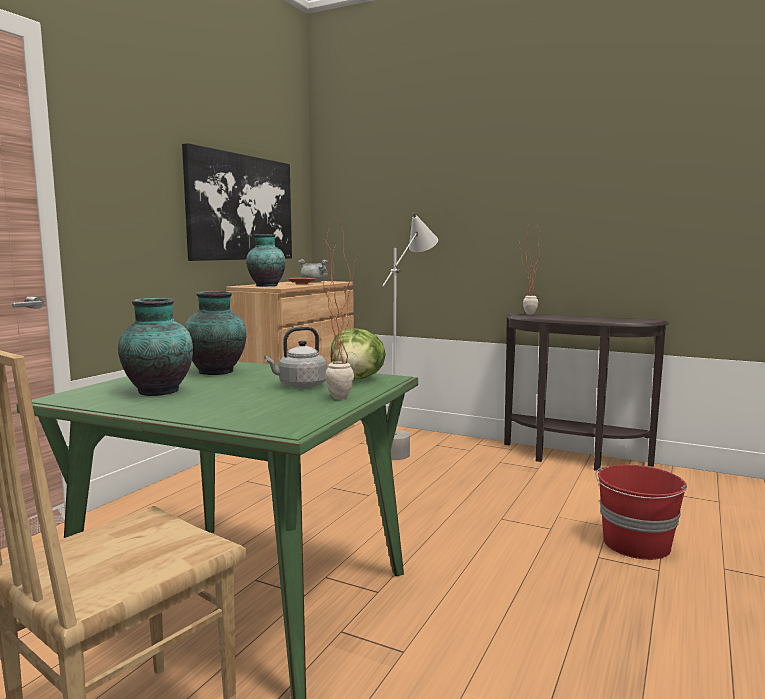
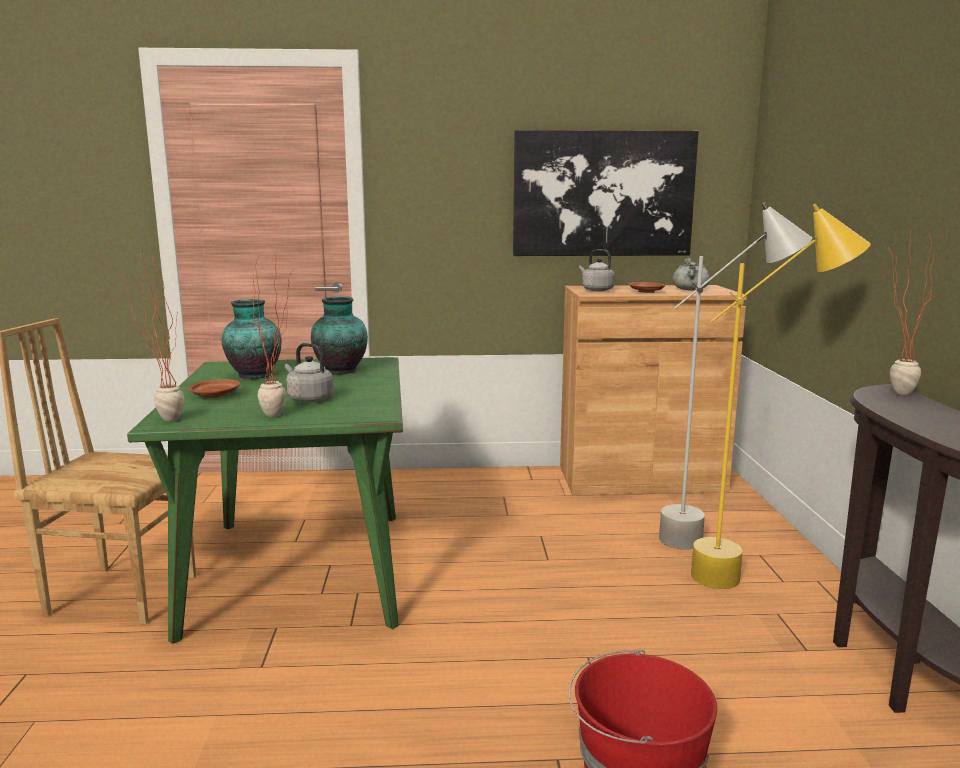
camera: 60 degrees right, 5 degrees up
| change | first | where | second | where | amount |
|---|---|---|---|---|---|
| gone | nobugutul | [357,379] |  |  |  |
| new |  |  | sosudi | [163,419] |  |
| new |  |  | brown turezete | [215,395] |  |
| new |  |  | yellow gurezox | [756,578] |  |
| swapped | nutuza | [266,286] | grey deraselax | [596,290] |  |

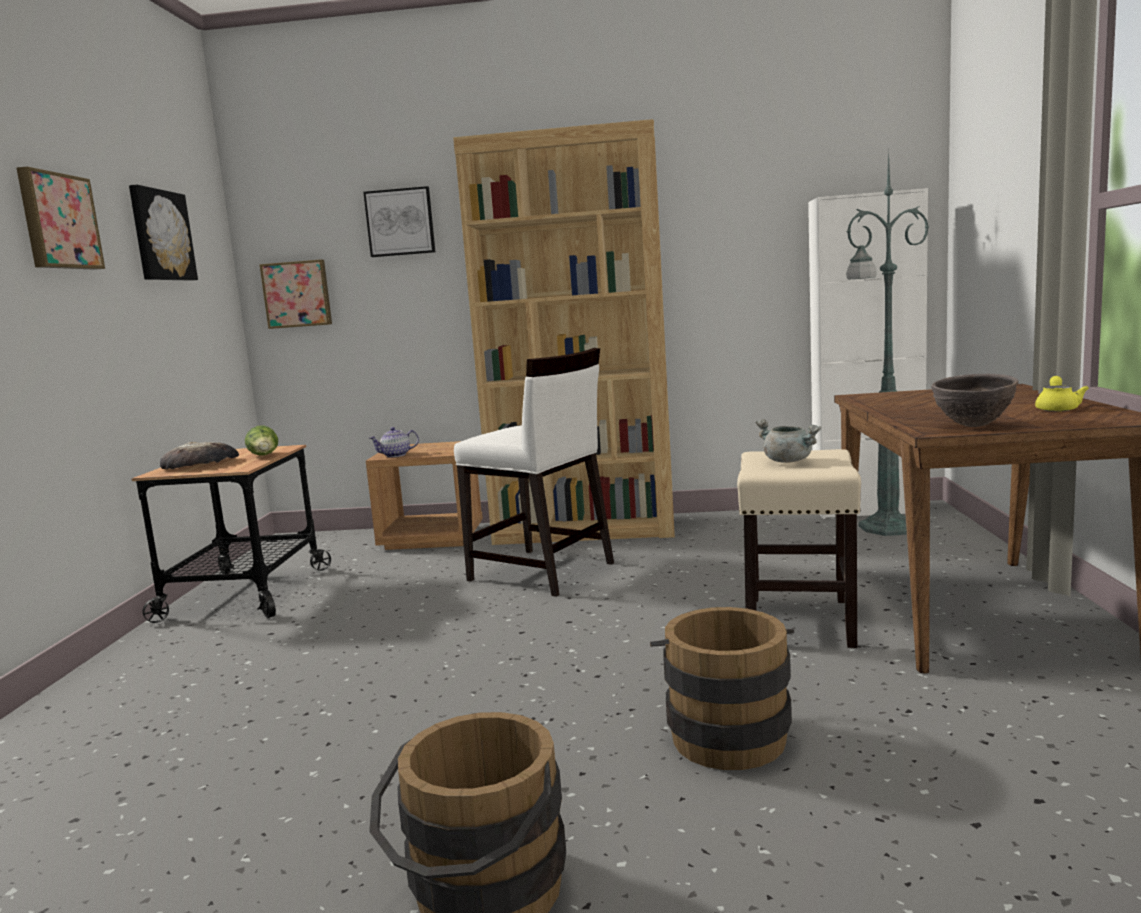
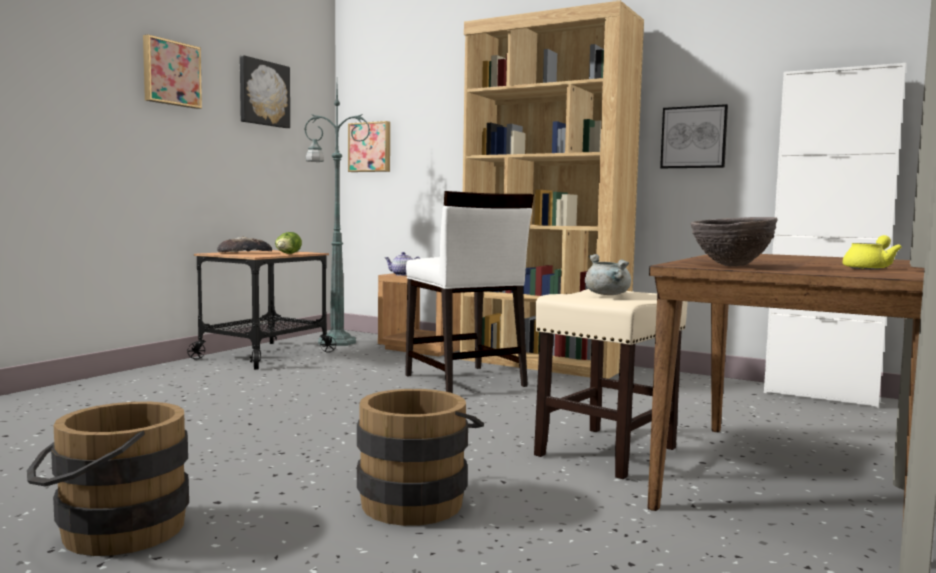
camera: 25 degrees right, 5 degrees down
| change | first | where | second | where | amount |
|---|---|---|---|---|---|
| shifted | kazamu | [400,222] |  | [694,137] |  |
| shifted | green gurezox | [885,528] |  | [334,342] |  |

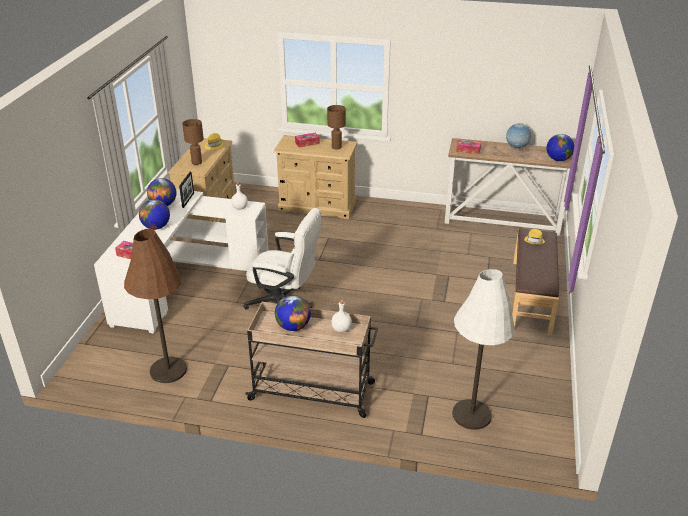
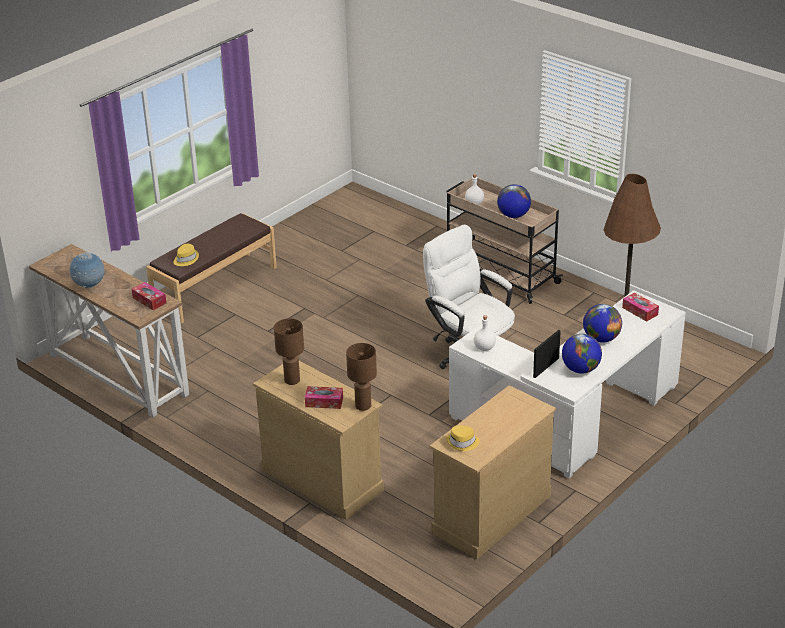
camera: 150 degrees left, 0 degrees up
| change | first | where | second | where | amount |
|---|---|---|---|---|---|
| gone | white gurezox | [471,414] |  |  |  |
| gone | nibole | [558,159] |  |  |  |
| shifted | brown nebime | [196,162] |  | [363,406] |  |

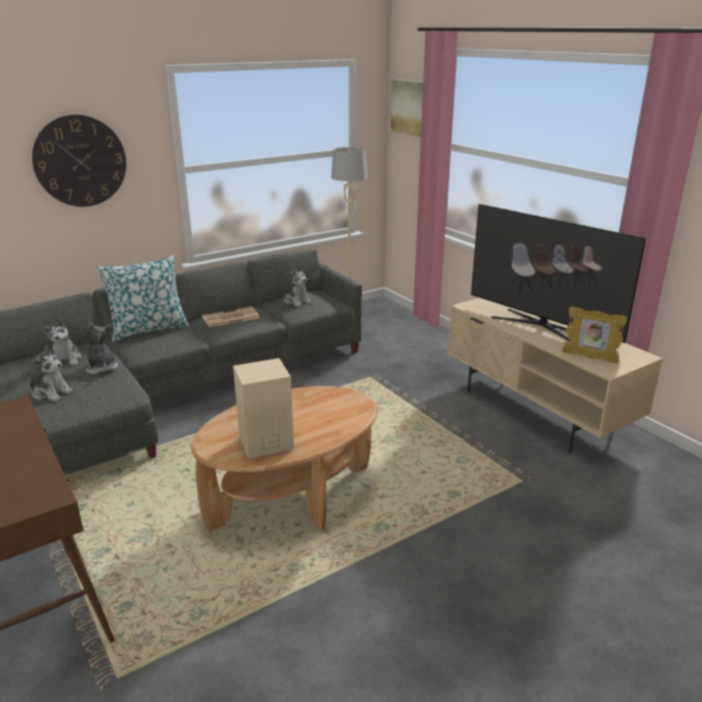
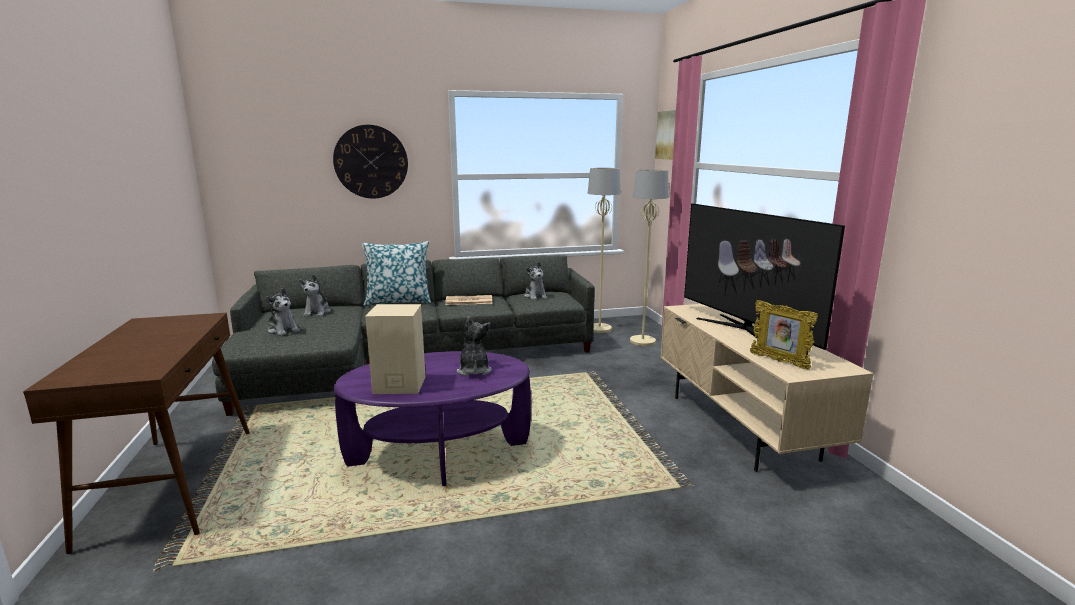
camera: 20 degrees right, 10 degrees down
| change | first | where | second | where | amount |
|---|---|---|---|---|---|
| new |  |  | beige gurezox | [642,341] |  |
| shifted | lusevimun | [101,368] |  | [474,370] |  |
| repainted | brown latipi | [292,498] | purple latipi | [439,455] |  |

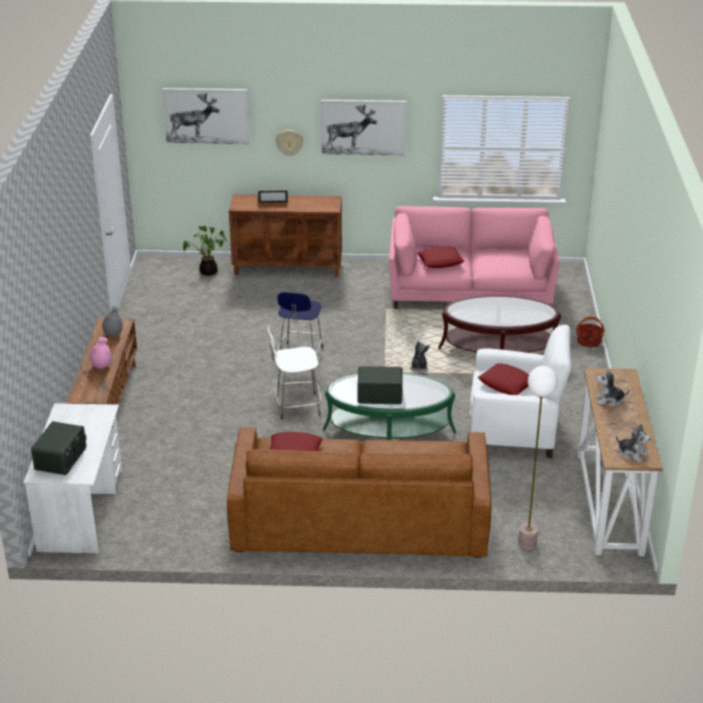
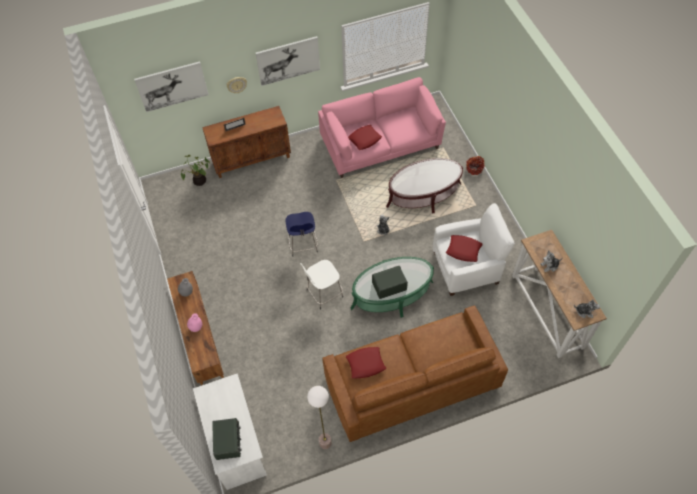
camera: 20 degrees left, 25 degrees up
| change | first | where | second | where | amount |
|---|---|---|---|---|---|
| shifted | gurezox | [527,544] |  | [325,443] |  |

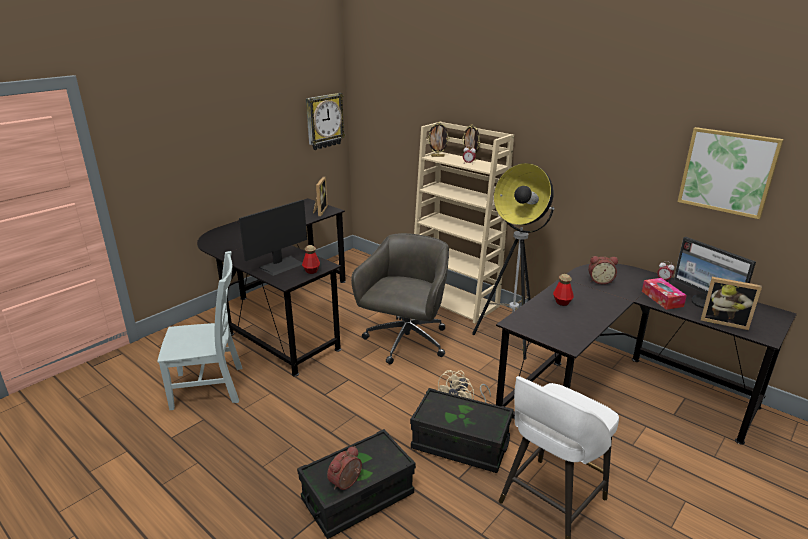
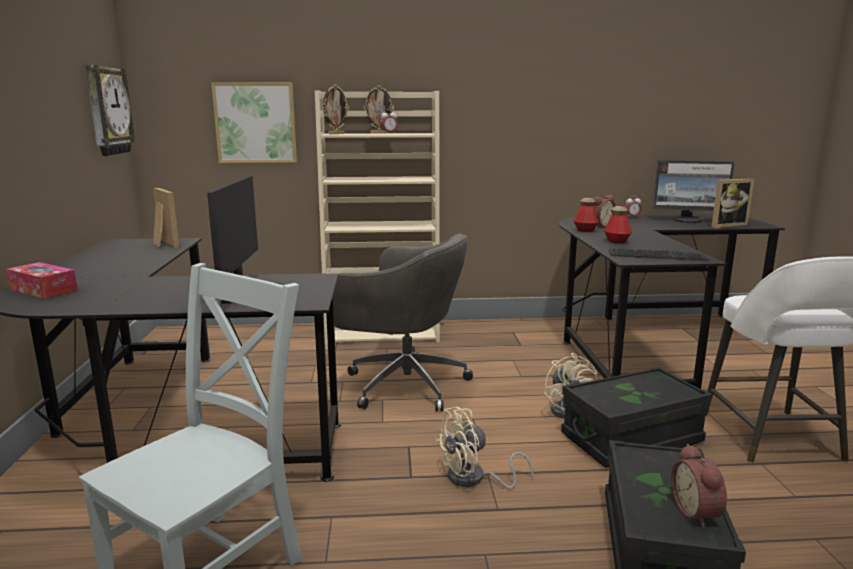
camera: 45 degrees left, 10 degrees down
| change | first | where | second | where | amount |
|---|---|---|---|---|---|
| gone | gurezox | [511,338] |  |  |  |
| new |  |  | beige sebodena | [474,479] |  |
| new |  |  | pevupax | [657,254] |  |
| shifted | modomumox | [311,271] |  | [585,230] |  |
| shifted | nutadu | [662,299] |  | [43,289] |  |
| shifted | kazamu | [727,172] |  | [255,123] |  |
| rotated | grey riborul | [405,342] |  | [403,384] | 135 degrees clockwise |

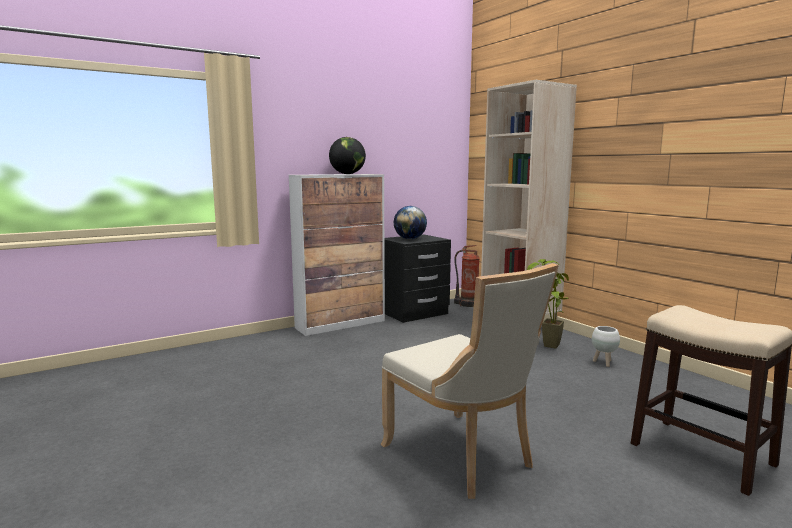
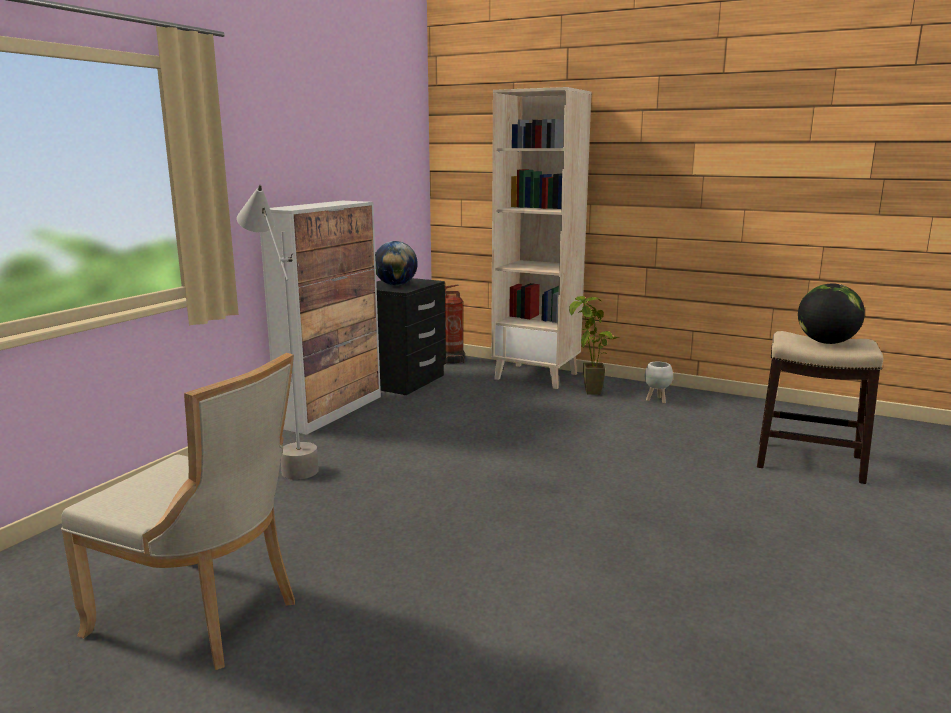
camera: 30 degrees left, 5 degrees up
| change | first | where | second | where | amount |
|---|---|---|---|---|---|
| new |  |  | grey gurezox | [287,461] |  |
| shifted | nibole | [347,174] |  | [826,342] |  |
| shifted | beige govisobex | [463,456] |  | [203,616] |  |

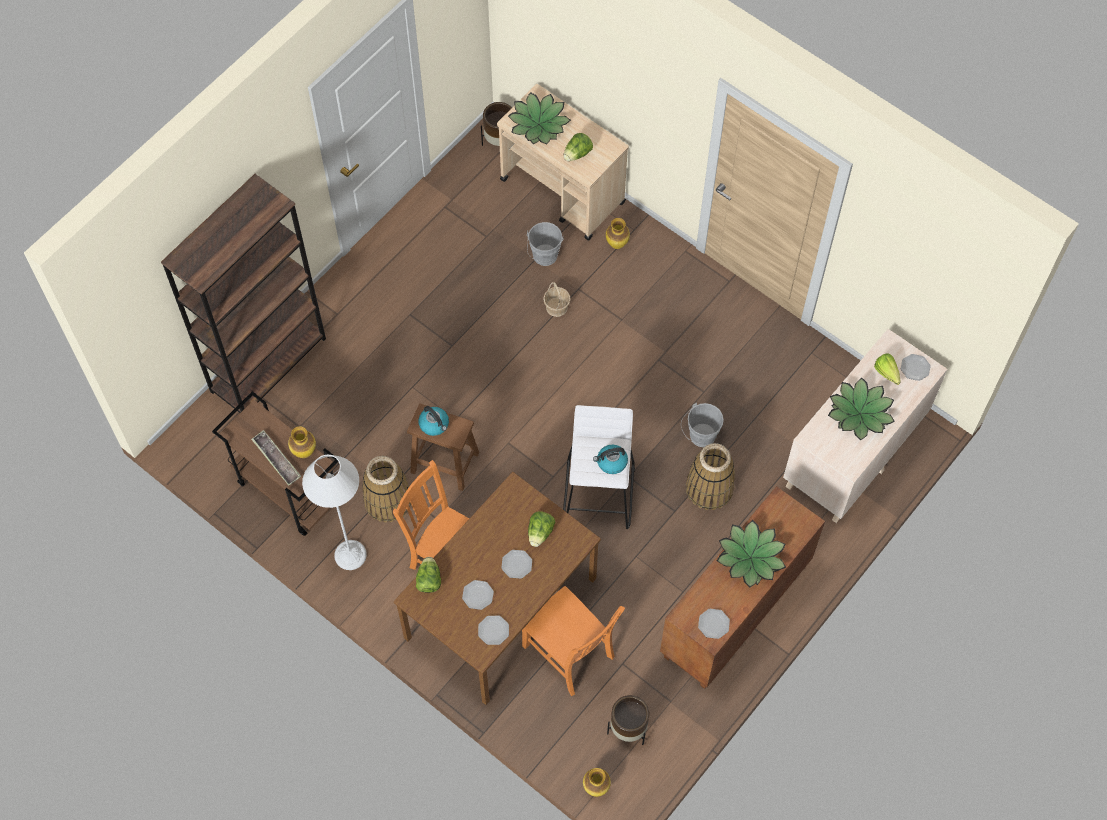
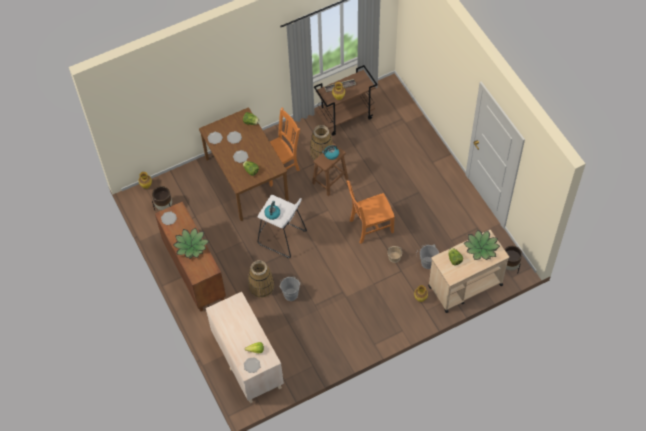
camera: 115 degrees right, 5 degrees down
| change | first | where | second | where | amount |
|---|---|---|---|---|---|
| gone | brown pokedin | [268,365] |  |  |  |
| gone | grey gurezox | [350,555] |  |  |  |
| gone | sosudi | [860,414] |  |  |  |
| shifted | orange govisobex | [570,654] |  | [369,226] |  |

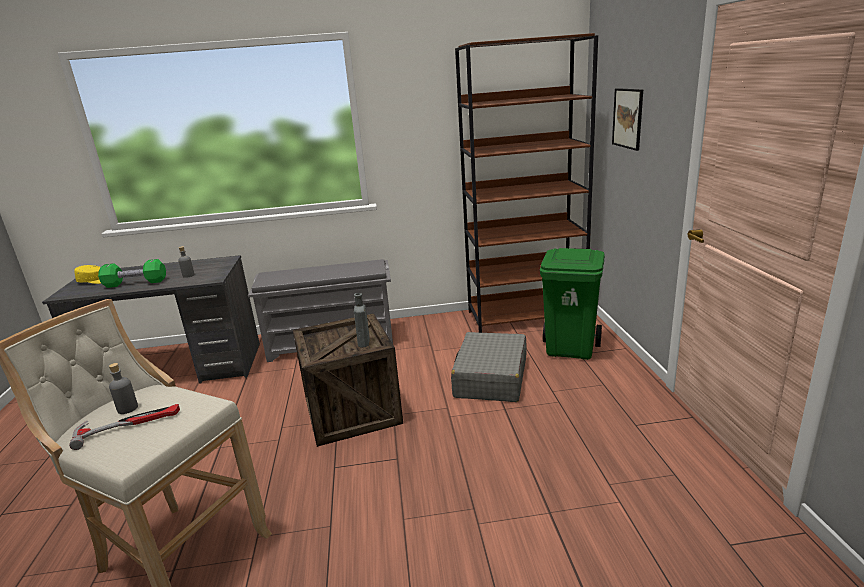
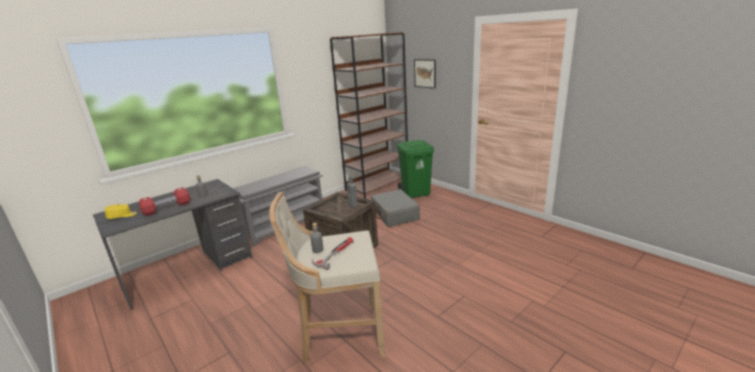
camera: 35 degrees left, 0 degrees up
| change | first | where | second | where | amount |
|---|---|---|---|---|---|
| repainted | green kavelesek | [135,283] | red kavelesek | [167,208] |  |

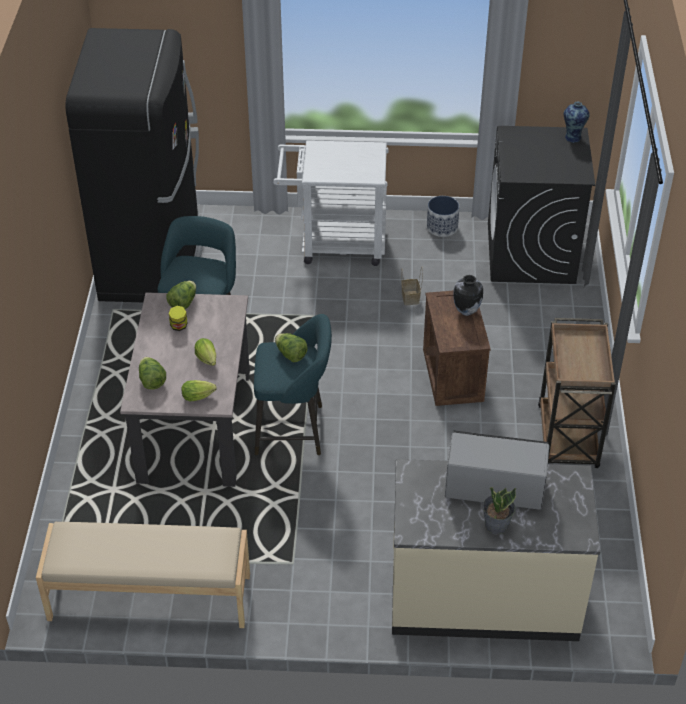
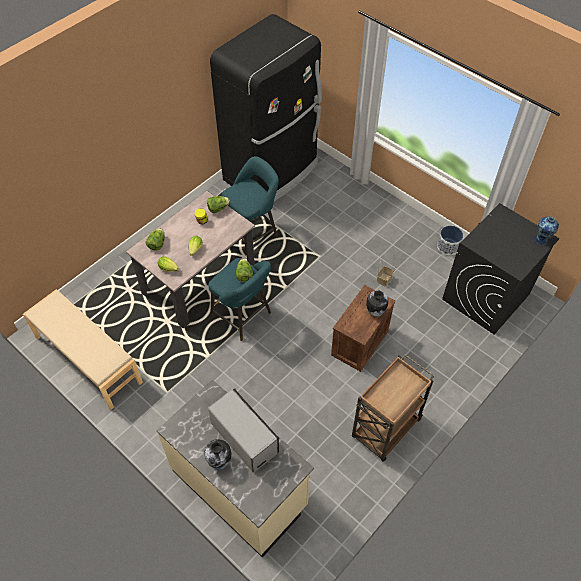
camera: 40 degrees right, 10 degrees up
| change | first | where | second | where | amount |
|---|---|---|---|---|---|
| gone | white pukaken | [334,244] |  |  |  |
| swapped | sosudi | [496,525] | nutuza | [220,462] |  |

